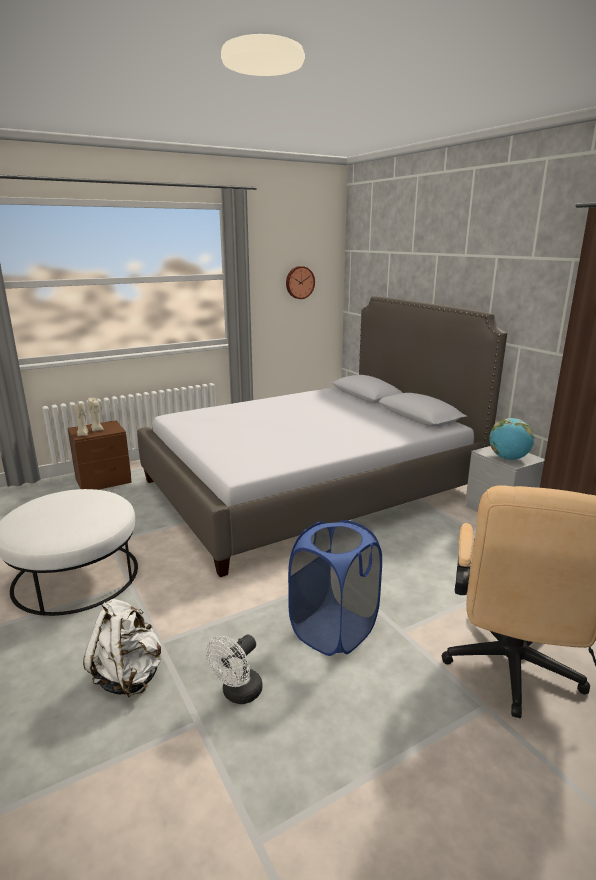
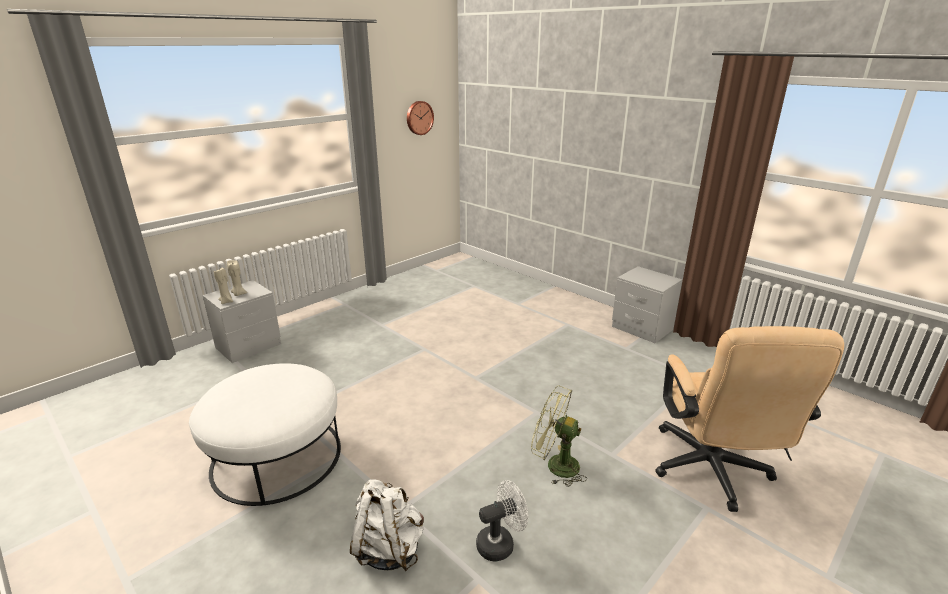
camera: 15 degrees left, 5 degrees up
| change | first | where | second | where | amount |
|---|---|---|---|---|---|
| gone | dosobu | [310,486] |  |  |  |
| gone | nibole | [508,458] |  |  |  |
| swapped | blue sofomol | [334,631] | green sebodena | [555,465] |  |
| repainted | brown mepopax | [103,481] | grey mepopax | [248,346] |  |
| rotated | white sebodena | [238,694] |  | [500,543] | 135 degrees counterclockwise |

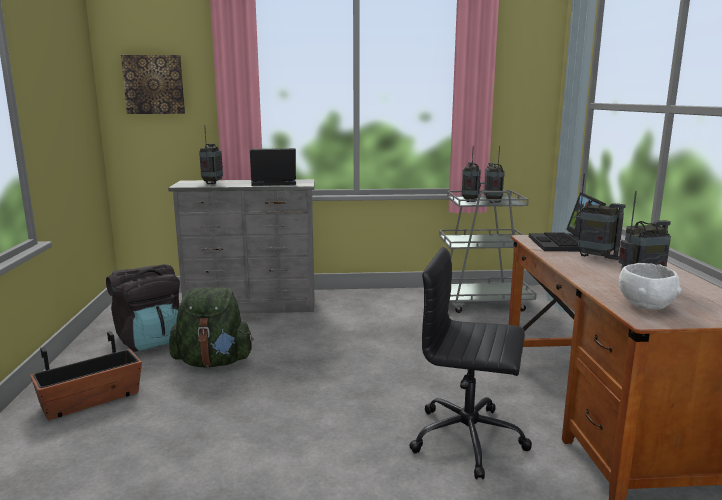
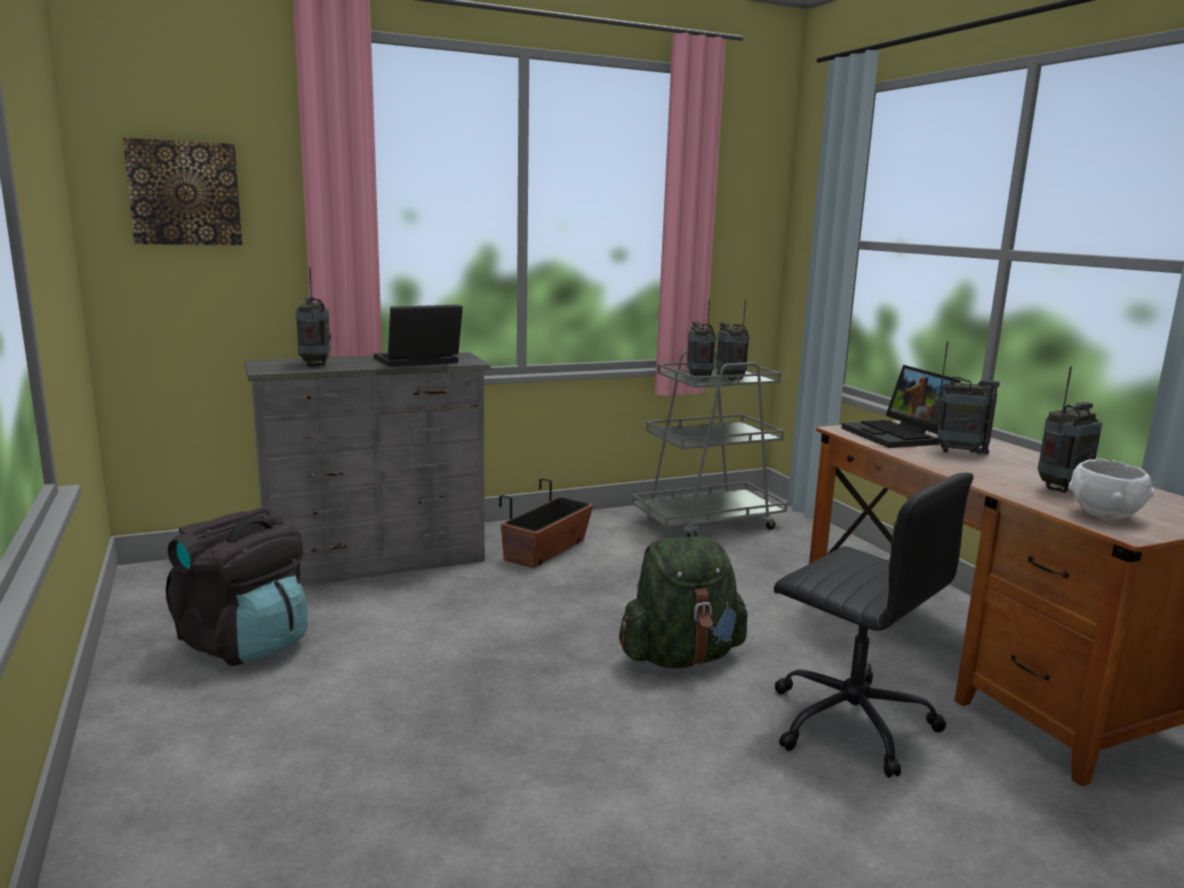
camera: 20 degrees left, 0 degrees up
| change | first | where | second | where | amount |
|---|---|---|---|---|---|
| shifted | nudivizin | [91,400] |  | [546,550] |  |
| shifted | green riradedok | [213,362] |  | [681,657] |  |
| rotated | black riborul | [469,439] |  | [849,721] | 135 degrees counterclockwise |

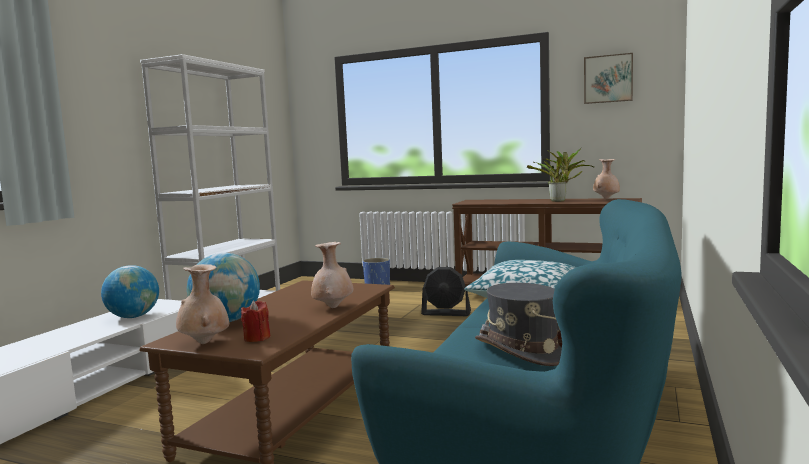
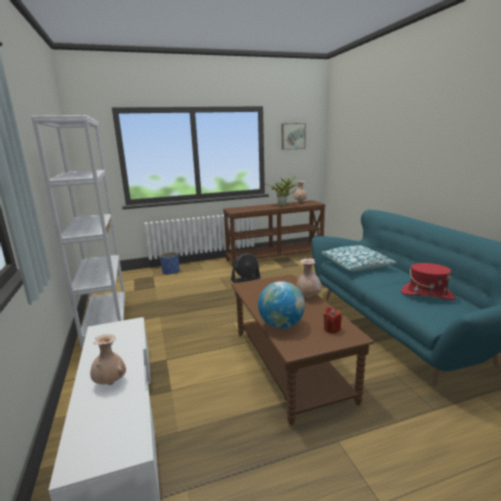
camera: 40 degrees left, 10 degrees up
| change | first | where | second | where | amount |
|---|---|---|---|---|---|
| gone | nibole | [133,317] |  |  |  |
| shifted | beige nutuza | [204,343] |  | [110,383] |  |
| repainted | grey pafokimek | [522,350] | red pafokimek | [427,294] |  |

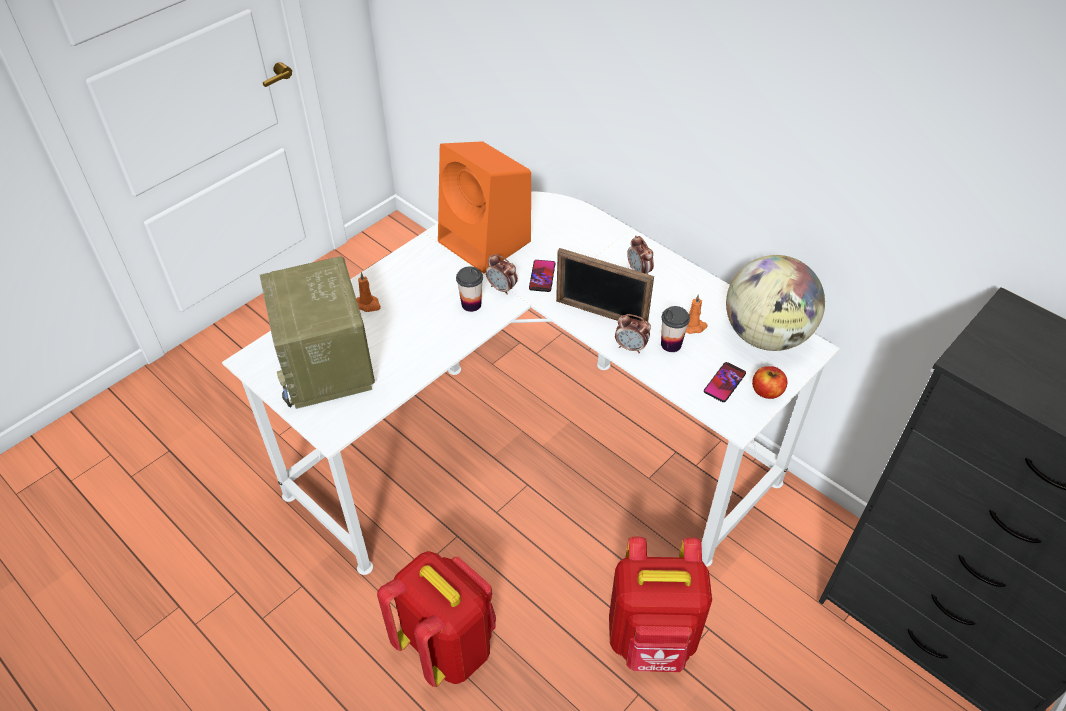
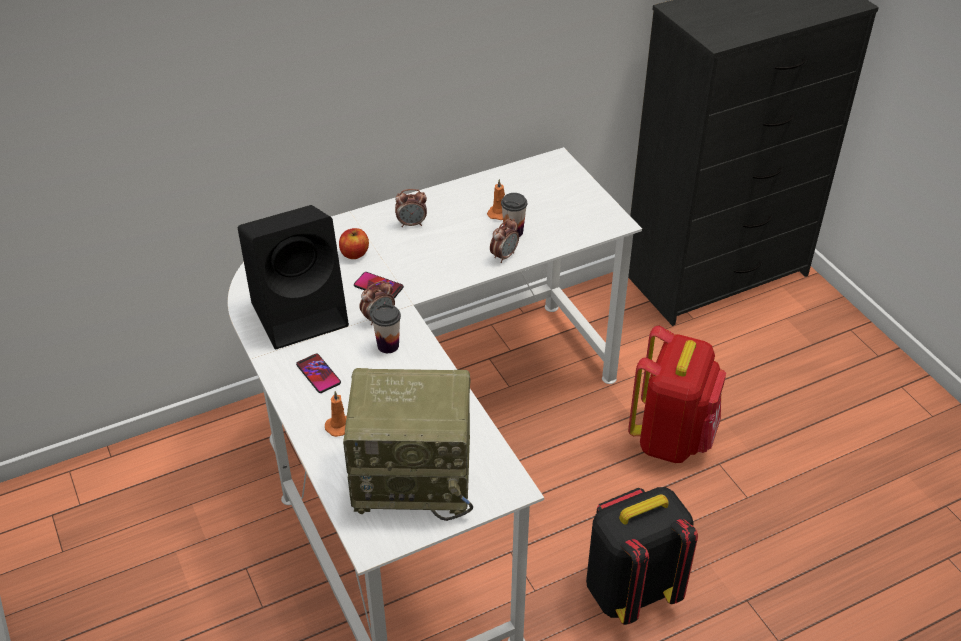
camera: 70 degrees left, 5 degrees down
| change | first | where | second | where | amount |
|---|---|---|---|---|---|
| gone | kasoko | [600,314] |  |  |  |
| gone | nibole | [765,336] |  |  |  |
| shifted | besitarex | [724,382] |  | [318,374] |  |
| shifted | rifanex | [766,391] |  | [354,253] |  |
| repainted | red riradedok | [448,645] | black riradedok | [630,590] |  |
| repainted | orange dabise | [486,242] | black dabise | [302,313] |  |

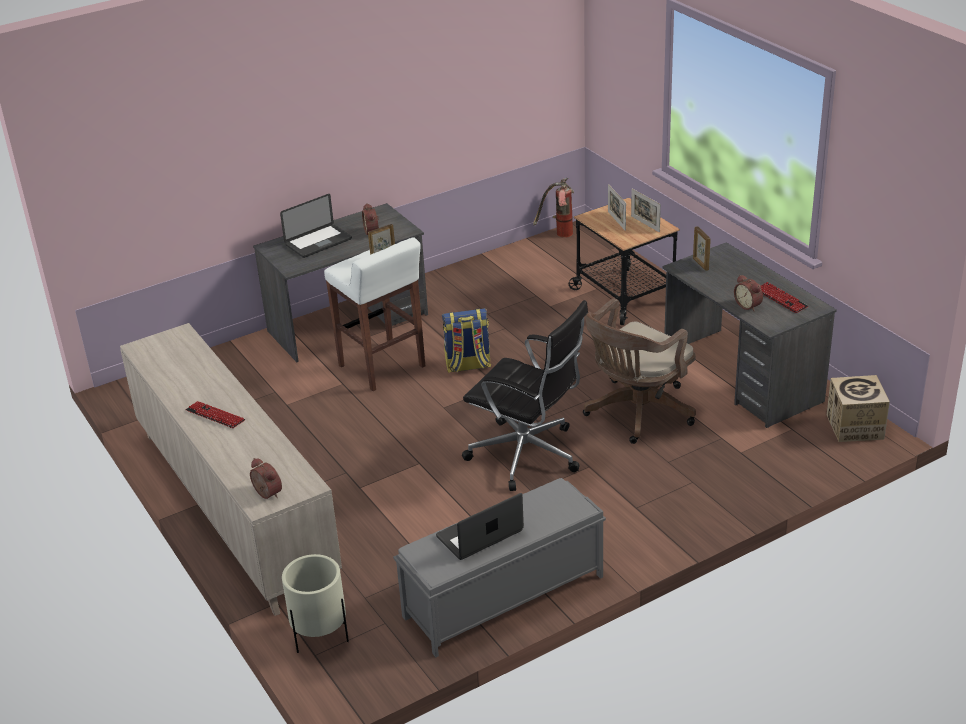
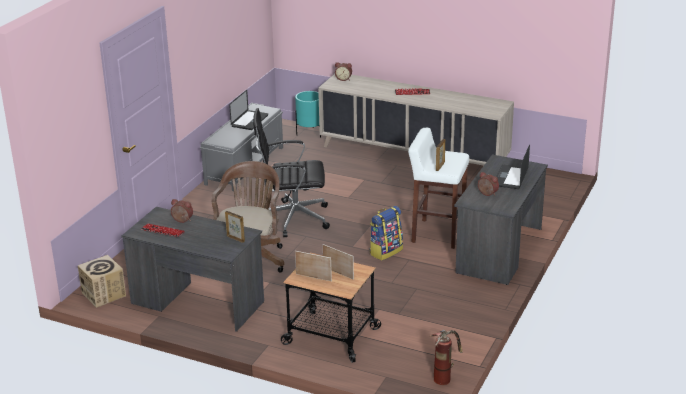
camera: 145 degrees right, 5 degrees down
| change | first | where | second | where | amount |
|---|---|---|---|---|---|
| repainted | beige nudivizin | [320,637] | turquoise nudivizin | [310,133] |  |

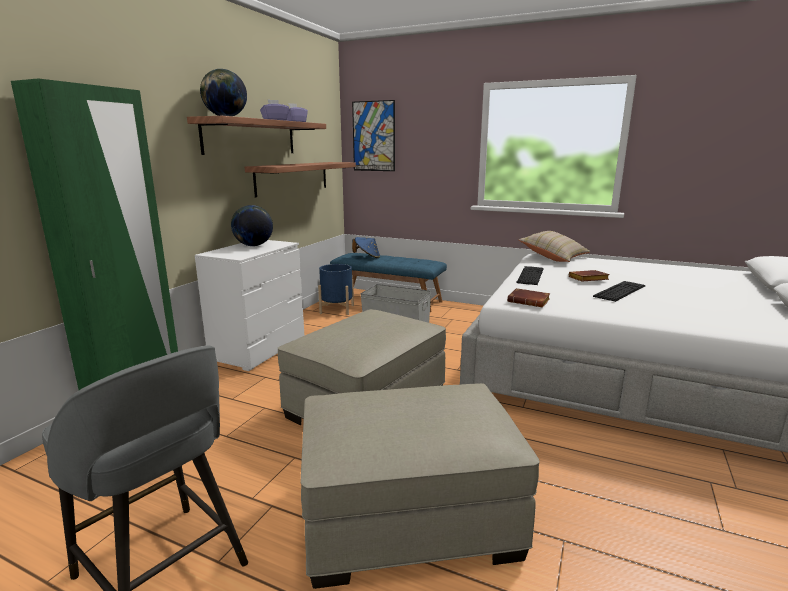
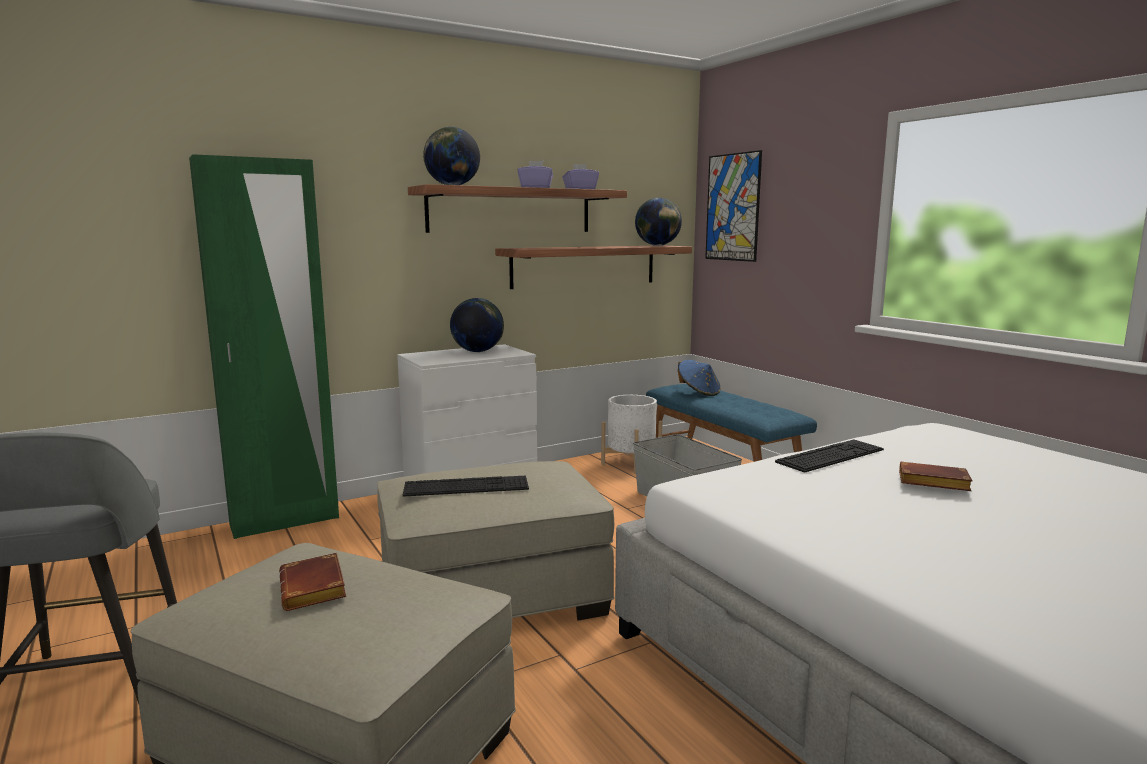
camera: 35 degrees right, 5 degrees down
| change | first | where | second | where | amount |
|---|---|---|---|---|---|
| gone | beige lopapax | [553,257] |  |  |  |
| new |  |  | nibole | [657,245] |  |
| shifted | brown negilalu | [529,301] |  | [315,589] |  |
| shifted | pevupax | [620,291] |  | [466,486] |  |
| repainted | blue nudivizin | [337,309] | white nudivizin | [631,463] |  |

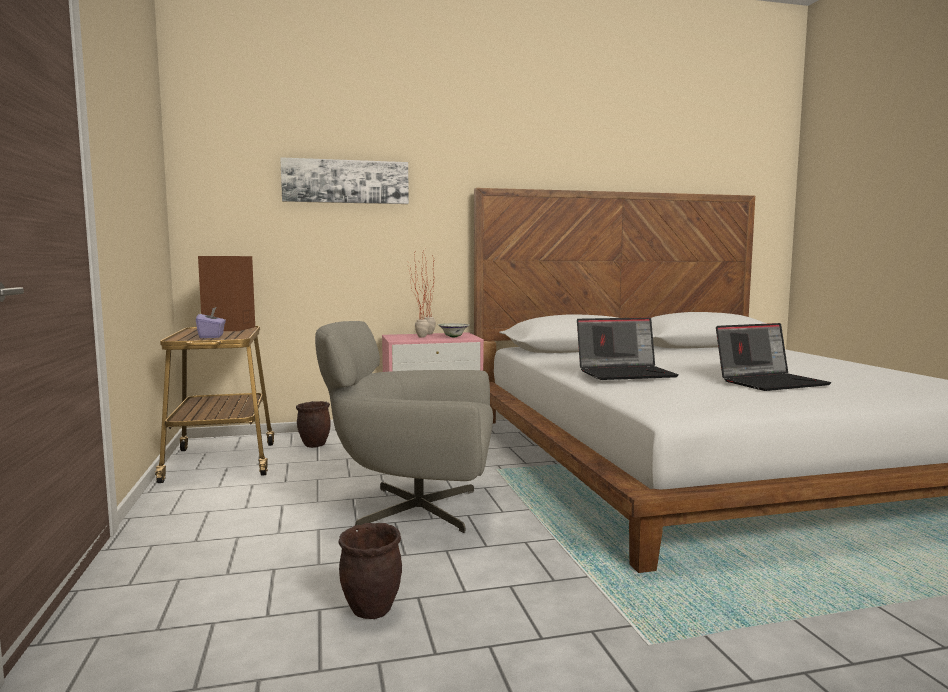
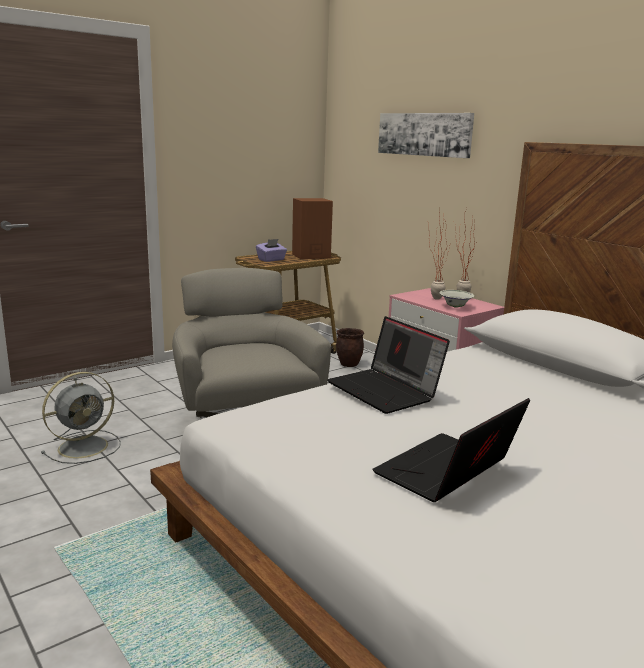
camera: 65 degrees right, 10 degrees up
| change | first | where | second | where | amount |
|---|---|---|---|---|---|
| swapped | brown nudivizin | [370,610] | grey sebodena | [85,446] |  |
| rotated | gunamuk | [771,382] |  | [447,473] | 90 degrees clockwise |

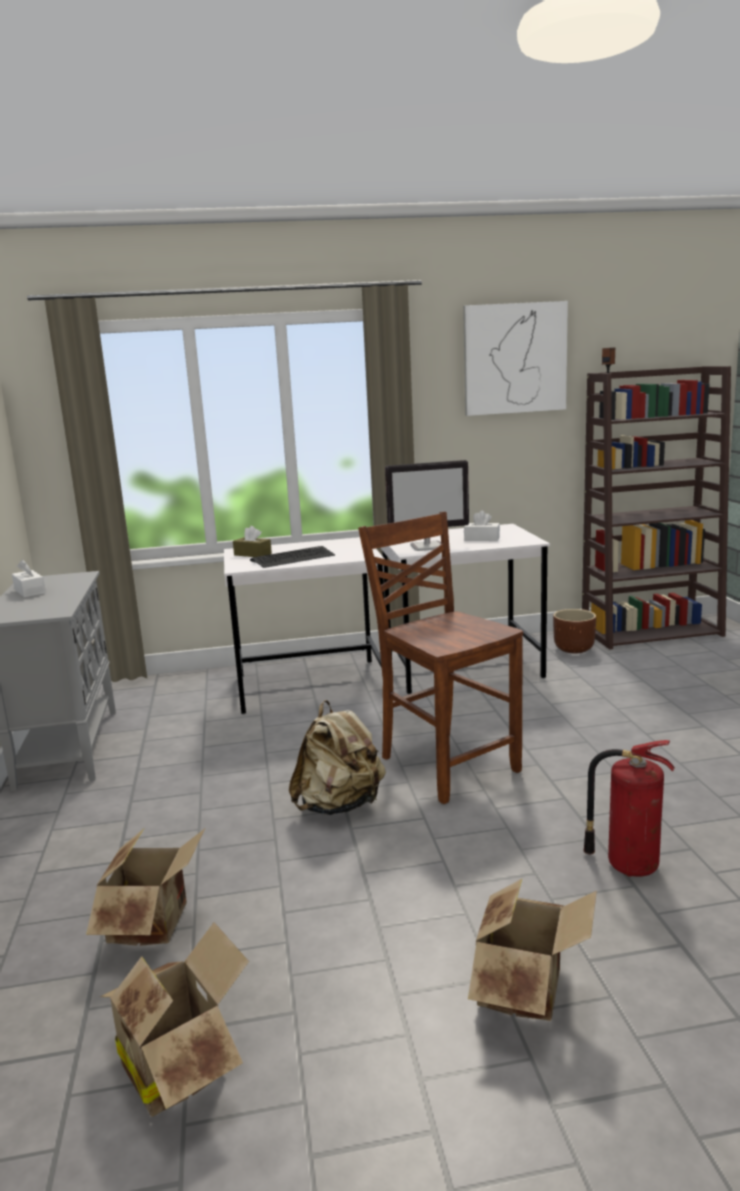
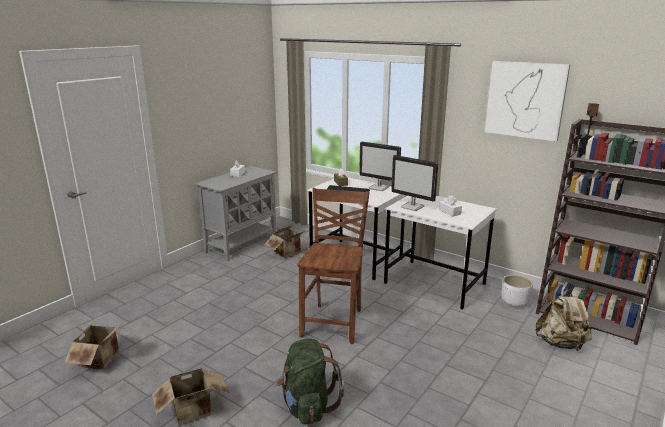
camera: 45 degrees right, 5 degrees up
| change | first | where | second | where | amount |
|---|---|---|---|---|---|
| new |  |  | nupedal | [379,188] |  |
| shifted | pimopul | [156,923] |  | [289,253] |  |
| shifted | beige riradedok | [339,805] |  | [561,344] |  |
| swapped | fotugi | [629,865] | green riradedok | [307,406] |  |
| repainted | brown nudivizin | [574,649] | white nudivizin | [515,303] |  |

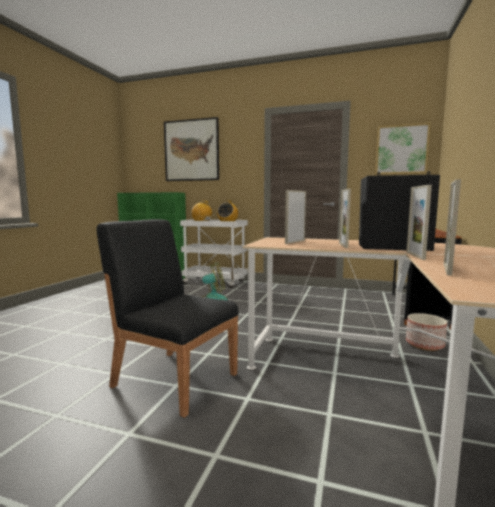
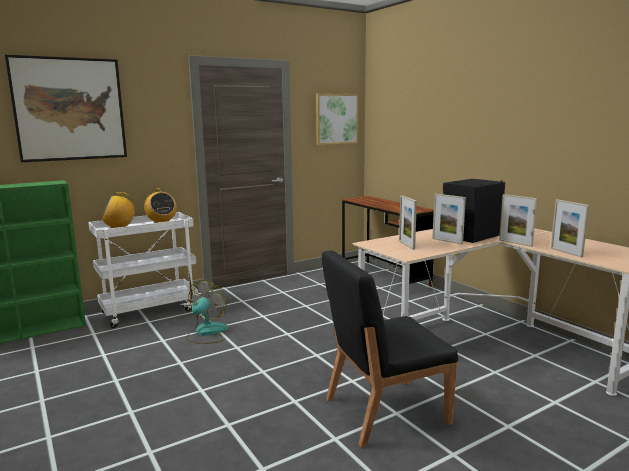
camera: 50 degrees left, 5 degrees up
| change | first | where | second | where | amount |
|---|---|---|---|---|---|
| gone | nudivizin | [425,344] |  |  |  |

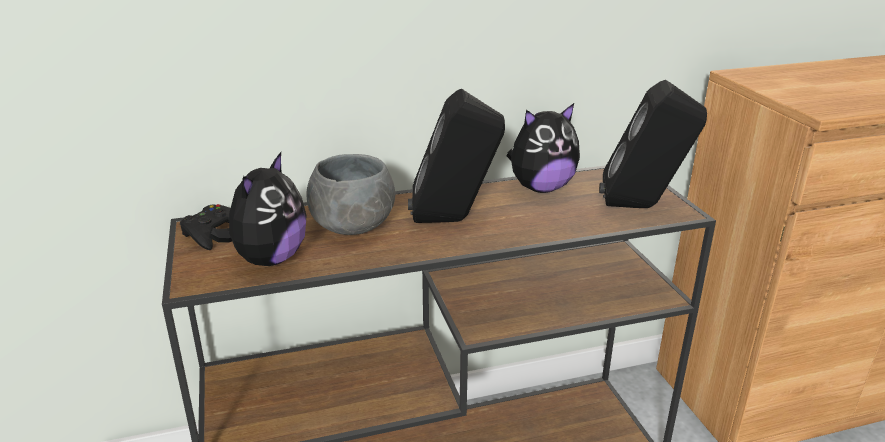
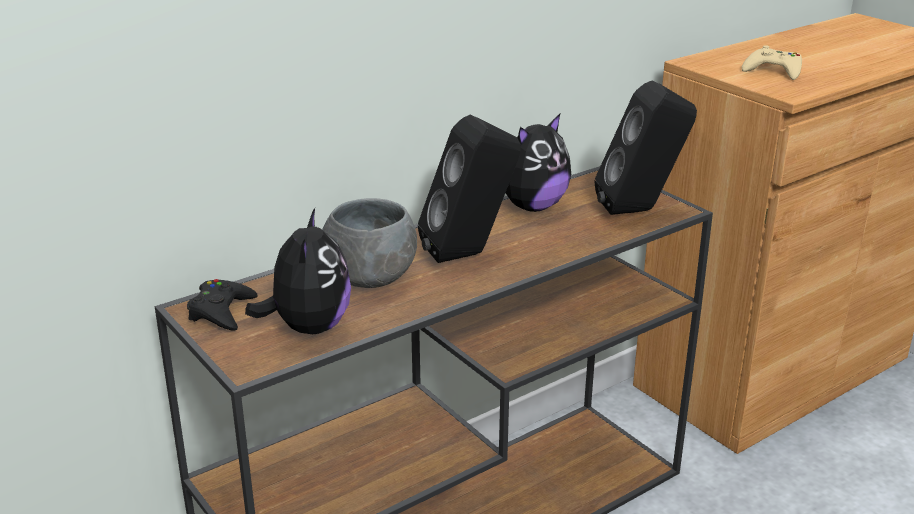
camera: 20 degrees left, 0 degrees up
| change | first | where | second | where | amount |
|---|---|---|---|---|---|
| new |  |  | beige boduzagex | [773,70] |  |

